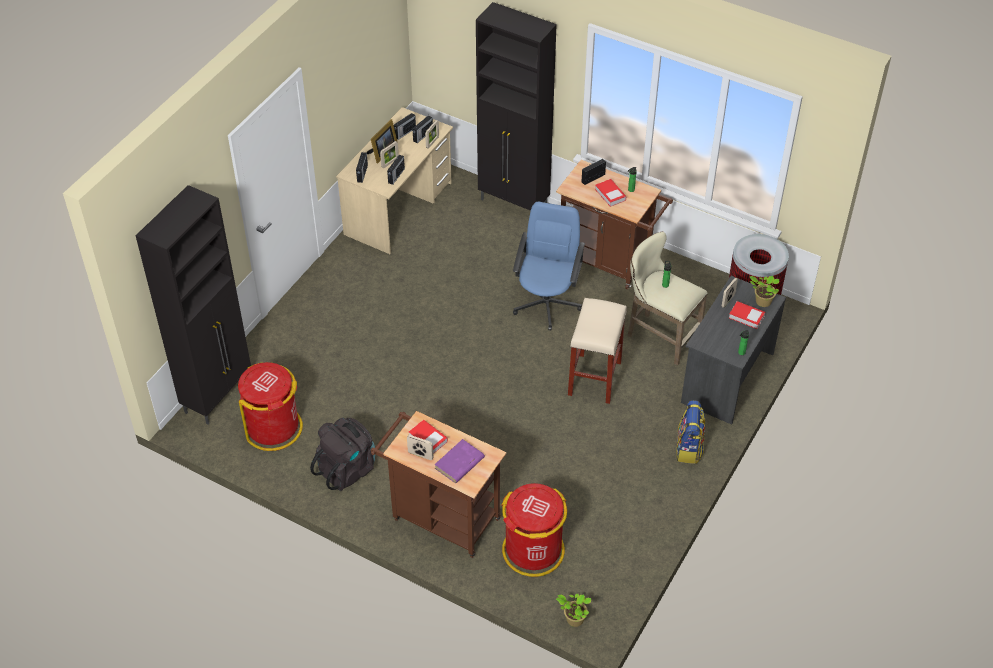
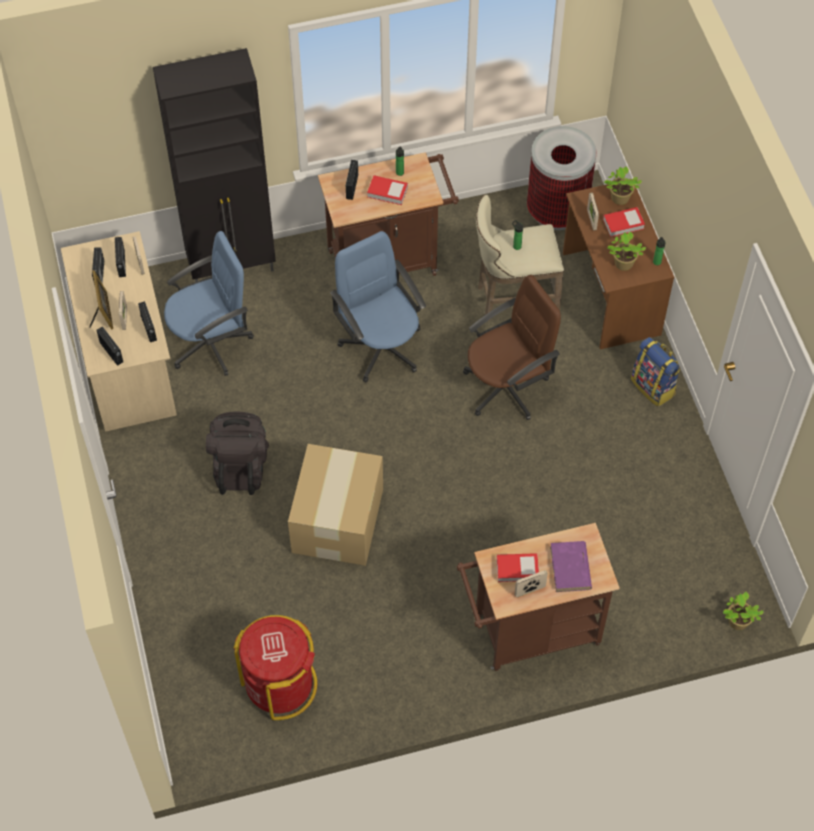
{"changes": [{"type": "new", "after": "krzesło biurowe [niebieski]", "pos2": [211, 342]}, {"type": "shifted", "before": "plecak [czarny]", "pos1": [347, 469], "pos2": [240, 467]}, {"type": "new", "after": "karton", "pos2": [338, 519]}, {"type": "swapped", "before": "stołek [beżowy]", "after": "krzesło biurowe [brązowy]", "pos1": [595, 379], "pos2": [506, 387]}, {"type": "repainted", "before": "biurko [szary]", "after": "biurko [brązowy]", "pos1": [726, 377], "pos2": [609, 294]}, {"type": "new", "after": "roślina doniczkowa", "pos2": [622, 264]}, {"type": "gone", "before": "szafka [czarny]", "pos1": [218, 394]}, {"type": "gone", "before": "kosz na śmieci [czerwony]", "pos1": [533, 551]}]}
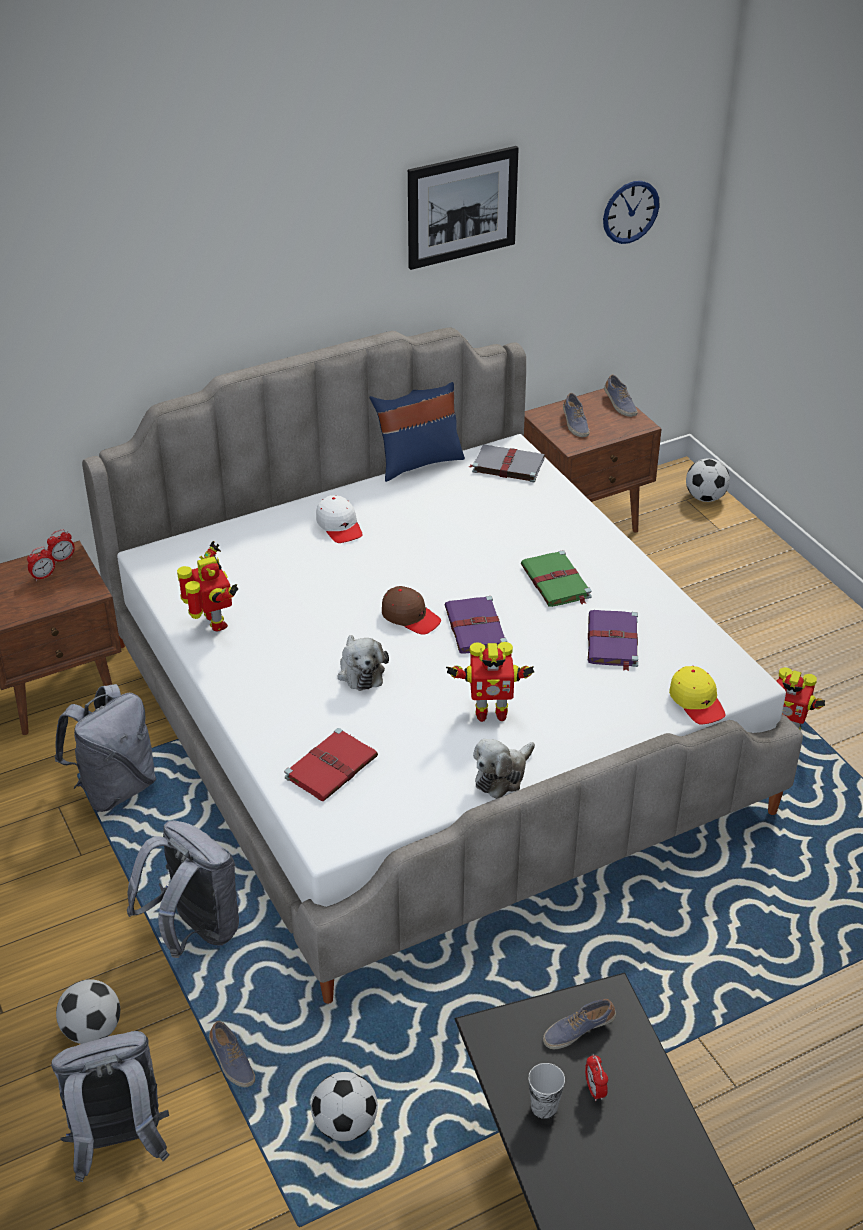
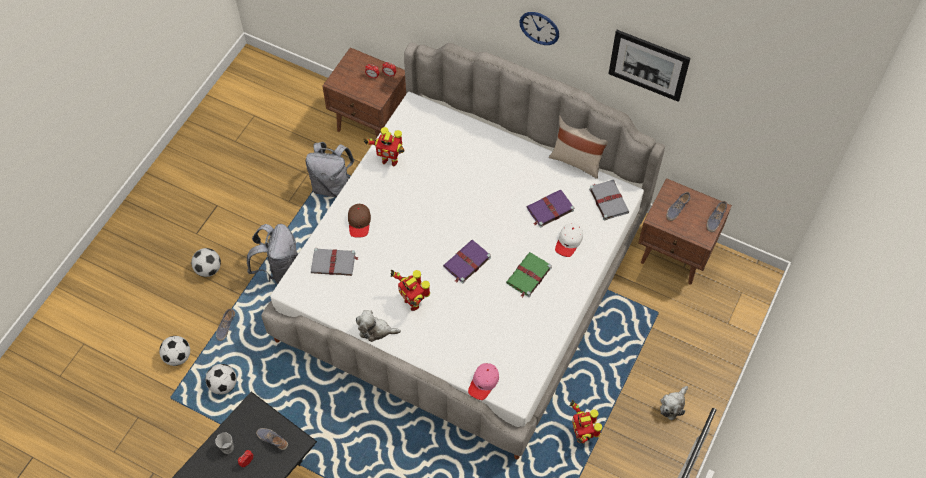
{"changes": [{"type": "shifted", "before": "piłka futbolowa", "pos1": [705, 497], "pos2": [178, 357]}, {"type": "repainted", "before": "książka [czerwony]", "after": "książka [szary]", "pos1": [332, 766], "pos2": [334, 263]}, {"type": "shifted", "before": "czapka z daszkiem [brązowy]", "pos1": [410, 617], "pos2": [359, 222]}, {"type": "rotated", "before": "robot zabawkowy", "pos1": [213, 623], "pos2": [389, 160], "turn": 75}, {"type": "repainted", "before": "czapka z daszkiem [żółty]", "after": "czapka z daszkiem [różowy]", "pos1": [697, 702], "pos2": [483, 383]}, {"type": "shifted", "before": "zegar ścienny", "pos1": [630, 212], "pos2": [539, 28]}, {"type": "shifted", "before": "książka [fioletowy]", "pos1": [612, 642], "pos2": [549, 209]}, {"type": "repainted", "before": "poduszka [niebieski]", "after": "poduszka [beżowy]", "pos1": [418, 462], "pos2": [577, 161]}, {"type": "shifted", "before": "czapka z daszkiem [biały]", "pos1": [339, 526], "pos2": [569, 242]}, {"type": "shifted", "before": "pluszak", "pos1": [360, 671], "pos2": [673, 405]}, {"type": "gone", "before": "plecak [szary]", "pos1": [119, 1144]}]}
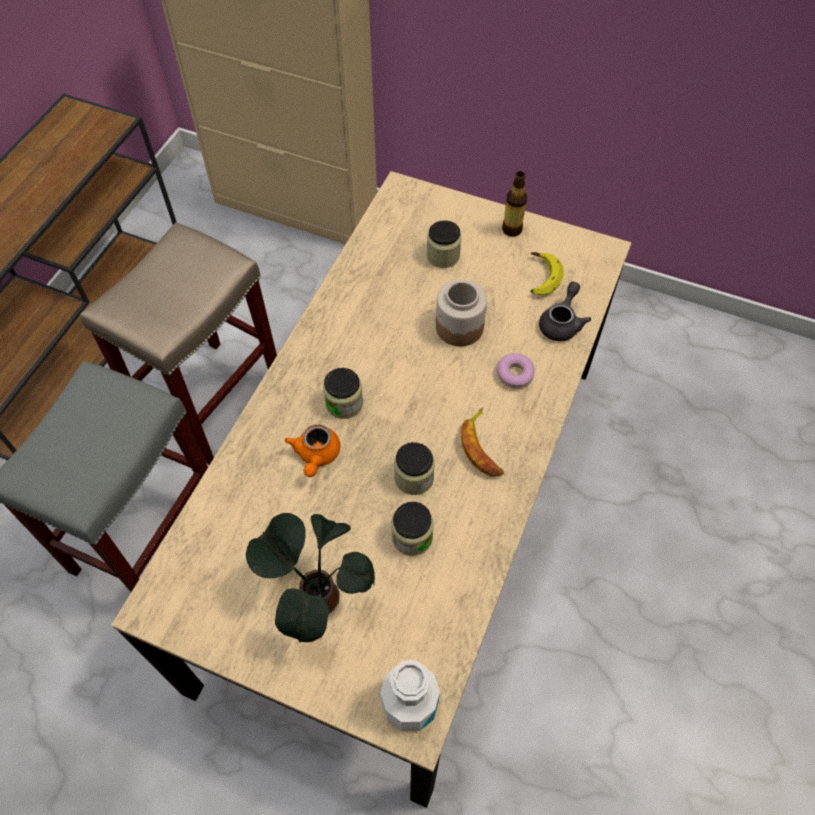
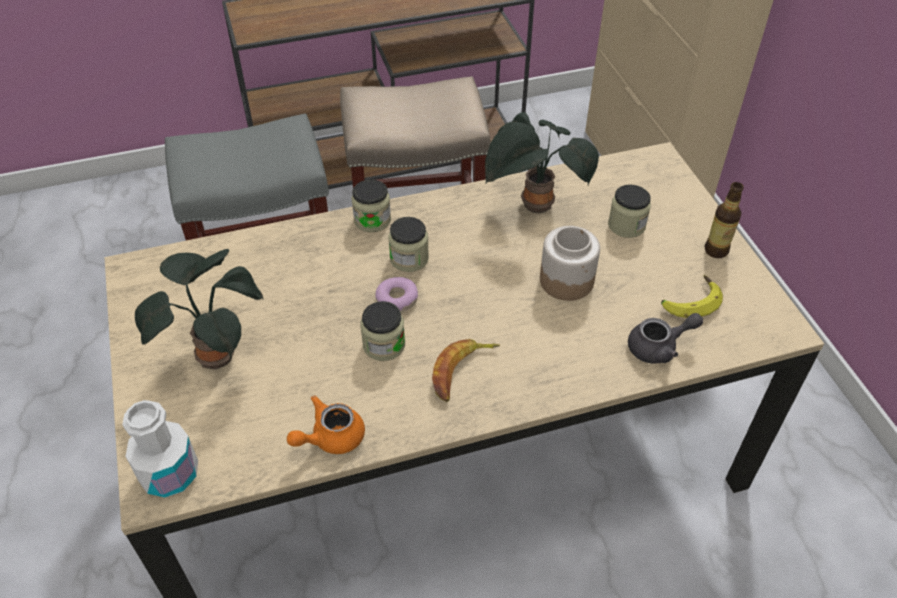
{"changes": [{"type": "shifted", "before": "imbryk [pomarańczowy]", "pos1": [316, 456], "pos2": [330, 438]}, {"type": "shifted", "before": "słoik", "pos1": [412, 537], "pos2": [372, 220]}, {"type": "shifted", "before": "donut", "pos1": [515, 374], "pos2": [397, 299]}, {"type": "new", "after": "roślina doniczkowa", "pos2": [533, 207]}]}
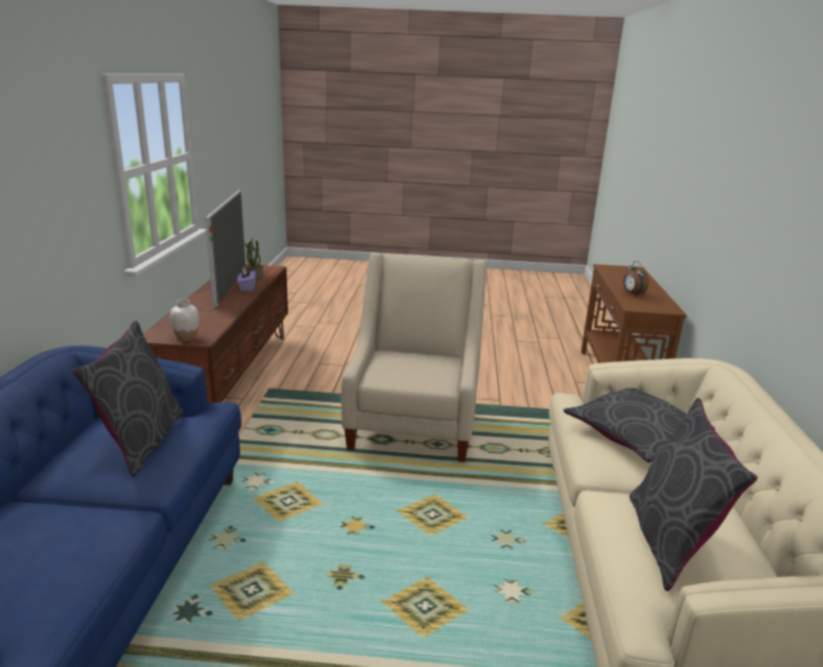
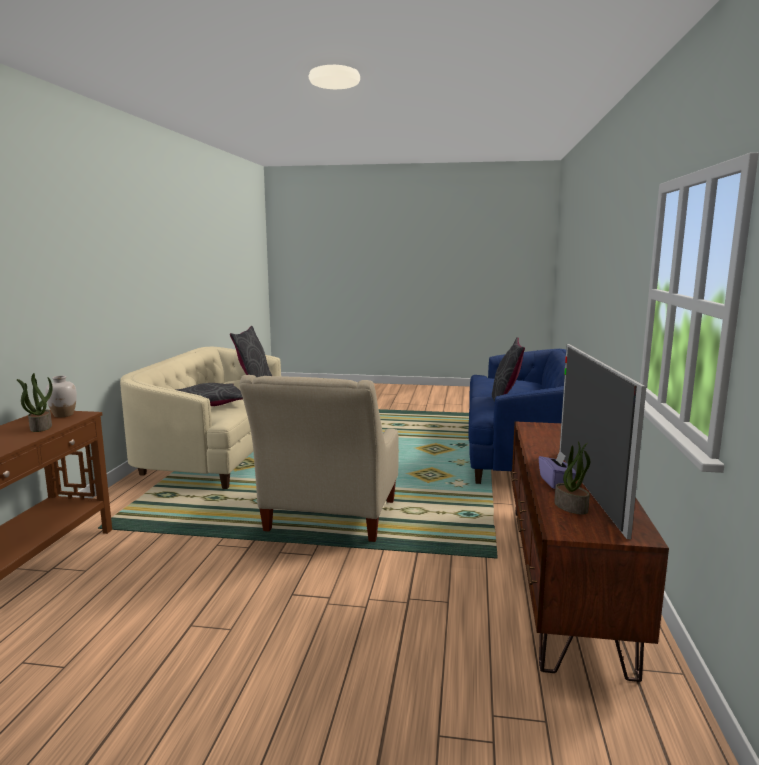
{"changes": [{"type": "swapped", "before": "budzik", "after": "roślina doniczkowa", "pos1": [632, 294], "pos2": [40, 427]}, {"type": "shifted", "before": "wazon [biały]", "pos1": [186, 338], "pos2": [63, 415]}]}
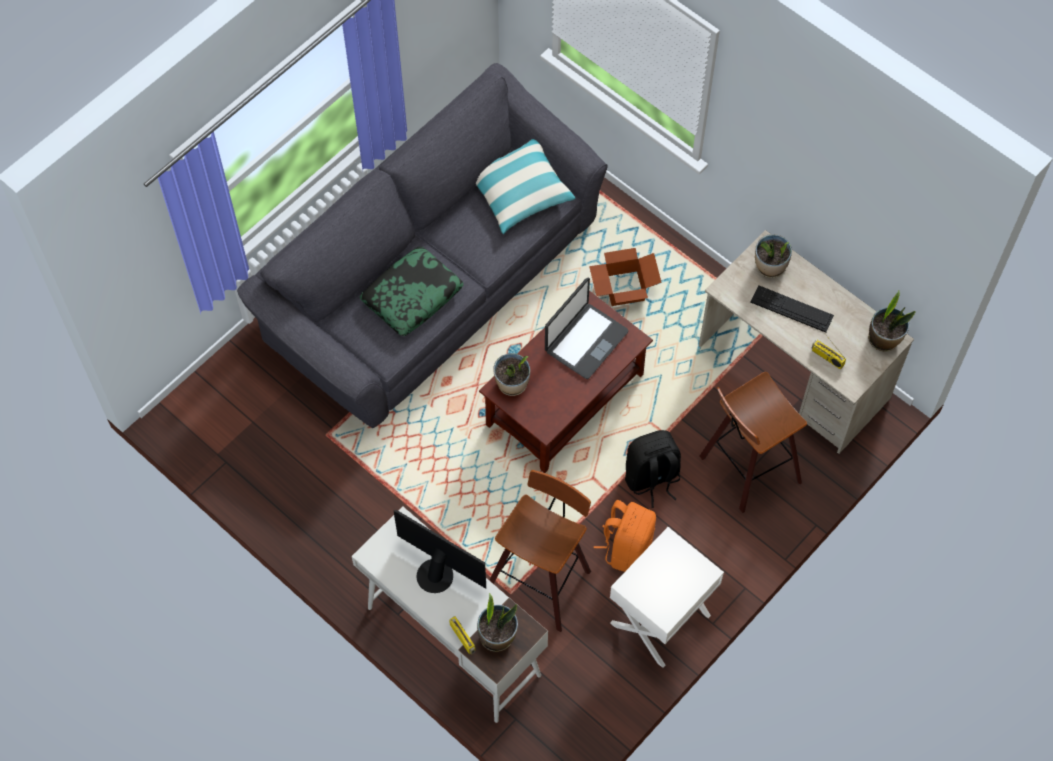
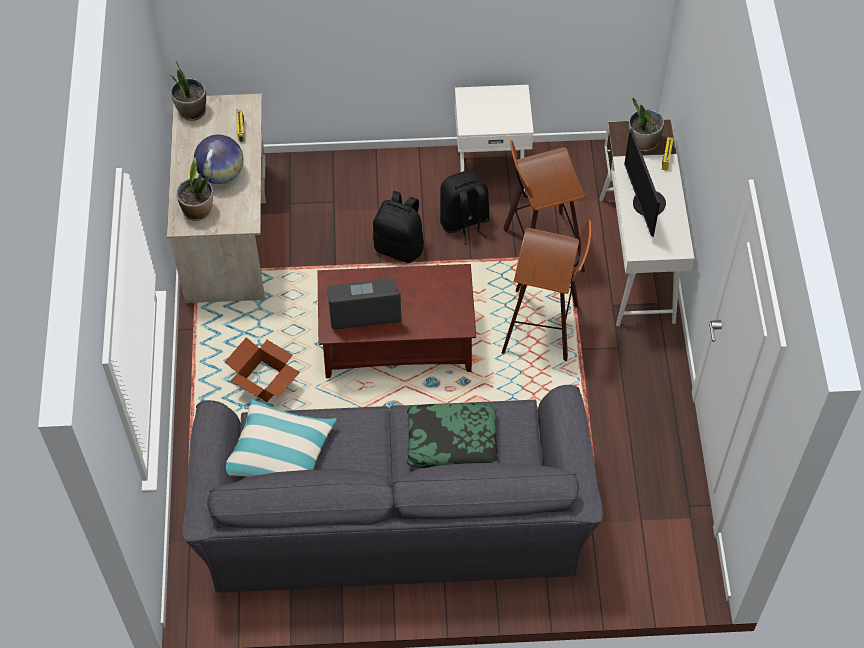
{"changes": [{"type": "swapped", "before": "klawiatura", "after": "globus", "pos1": [792, 308], "pos2": [221, 174]}, {"type": "repainted", "before": "plecak [pomarańczowy]", "after": "plecak [czarny]", "pos1": [626, 547], "pos2": [464, 222]}, {"type": "shifted", "before": "stołek", "pos1": [746, 469], "pos2": [543, 326]}, {"type": "gone", "before": "roślina doniczkowa", "pos1": [512, 384]}]}
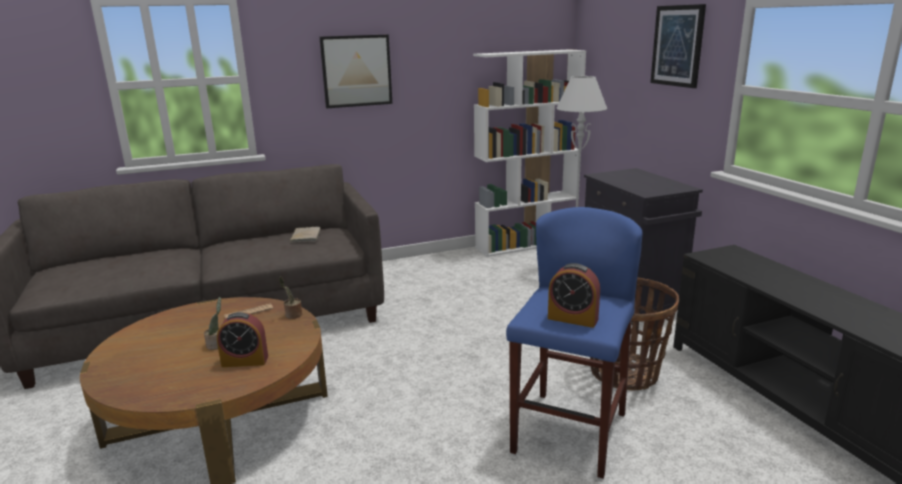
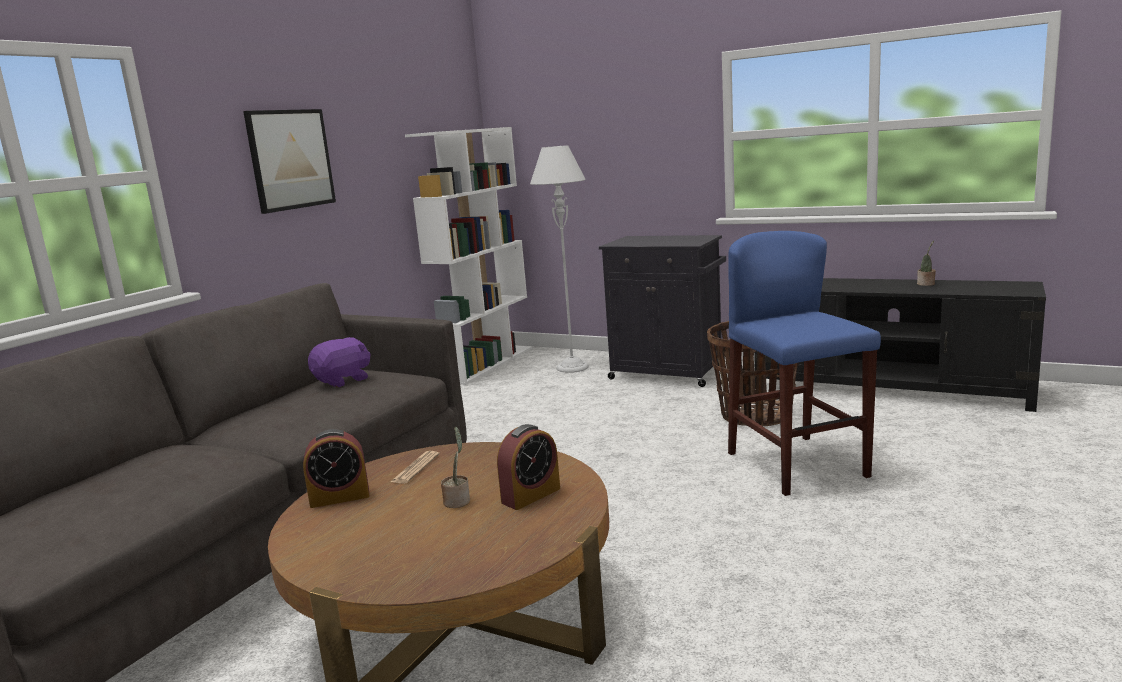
{"changes": [{"type": "shifted", "before": "budzik", "pos1": [572, 319], "pos2": [340, 497]}, {"type": "swapped", "before": "książka [beżowy]", "after": "pluszak [fioletowy]", "pos1": [306, 236], "pos2": [343, 380]}, {"type": "shifted", "before": "roślina doniczkowa", "pos1": [292, 315], "pos2": [926, 284]}, {"type": "gone", "before": "obraz", "pos1": [677, 46]}]}
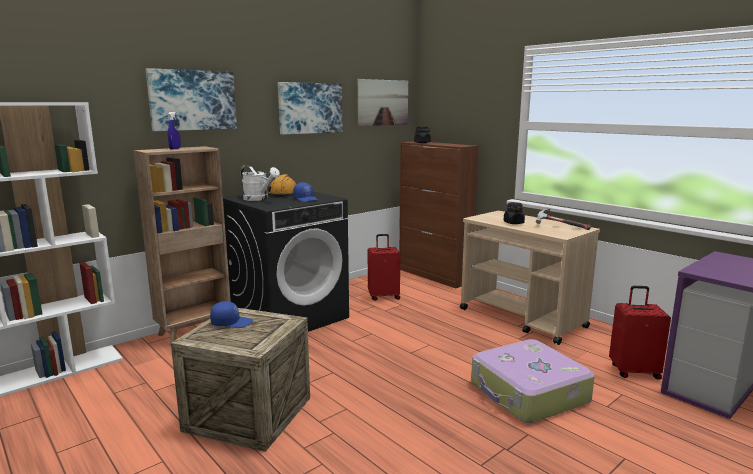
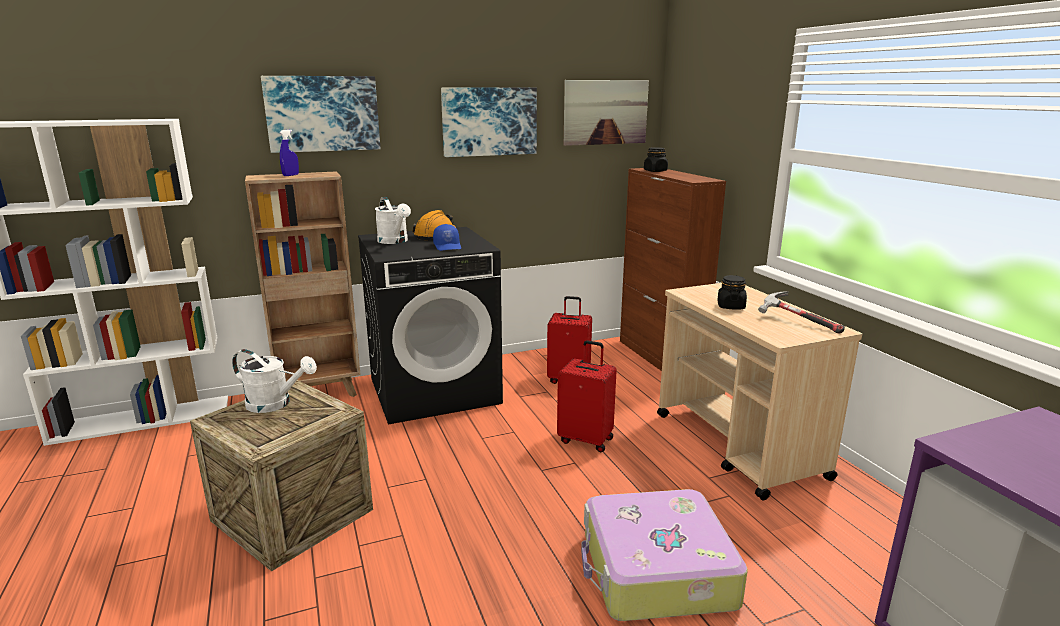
{"changes": [{"type": "swapped", "before": "czapka z daszkiem [niebieski]", "after": "konewka [biały]", "pos1": [232, 323], "pos2": [275, 404]}, {"type": "shifted", "before": "walizka [czerwony]", "pos1": [634, 371], "pos2": [586, 439]}]}
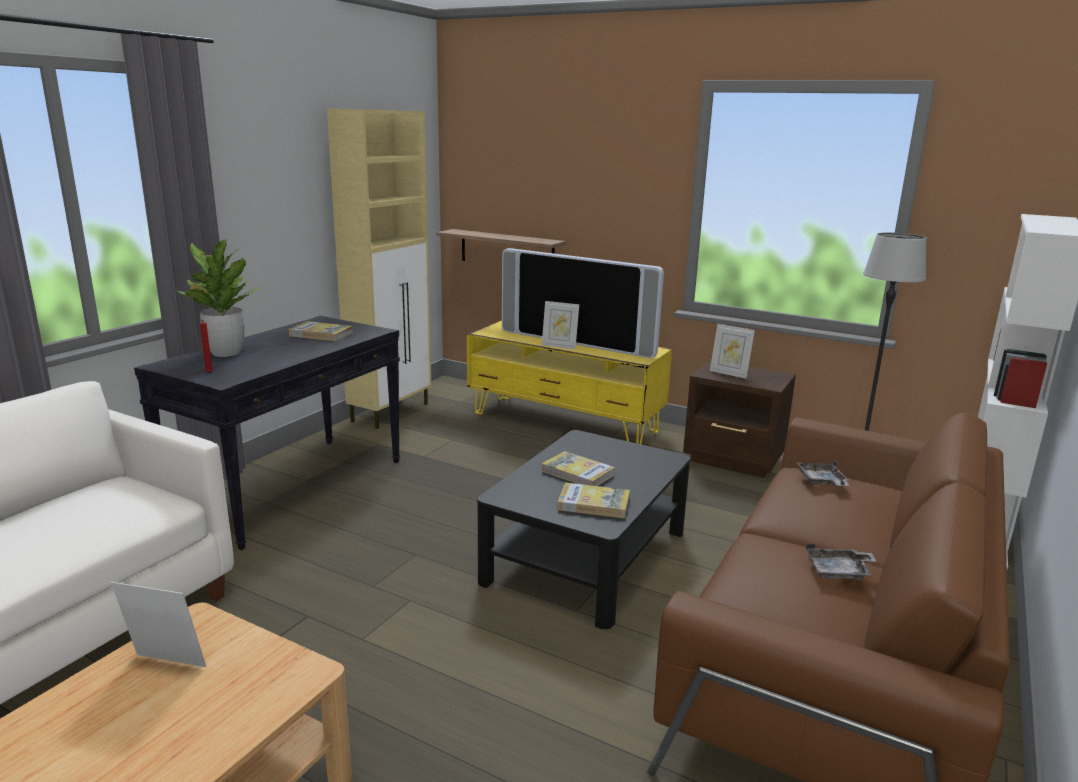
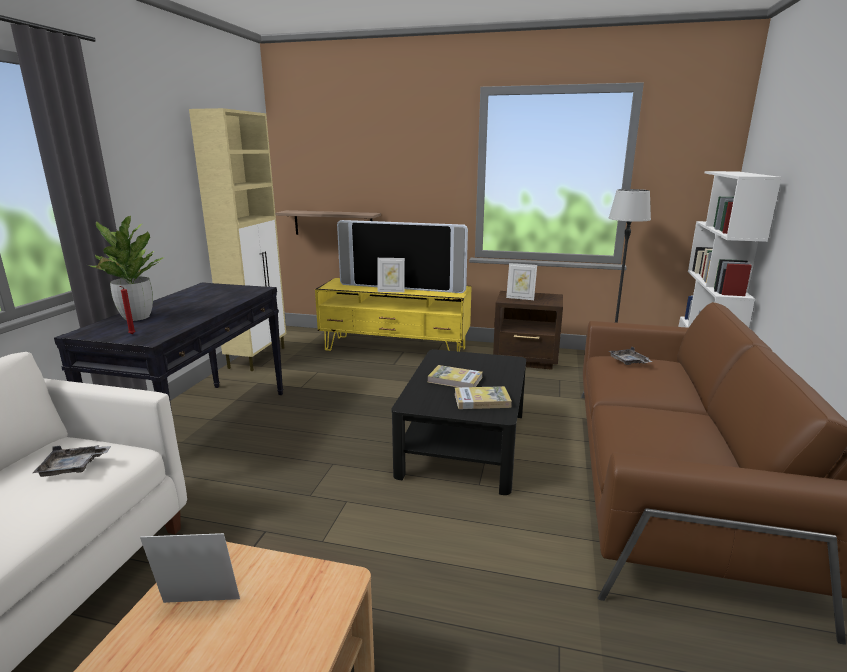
{"changes": [{"type": "shifted", "before": "taca [szary]", "pos1": [838, 572], "pos2": [73, 467]}, {"type": "gone", "before": "książka", "pos1": [321, 334]}]}
